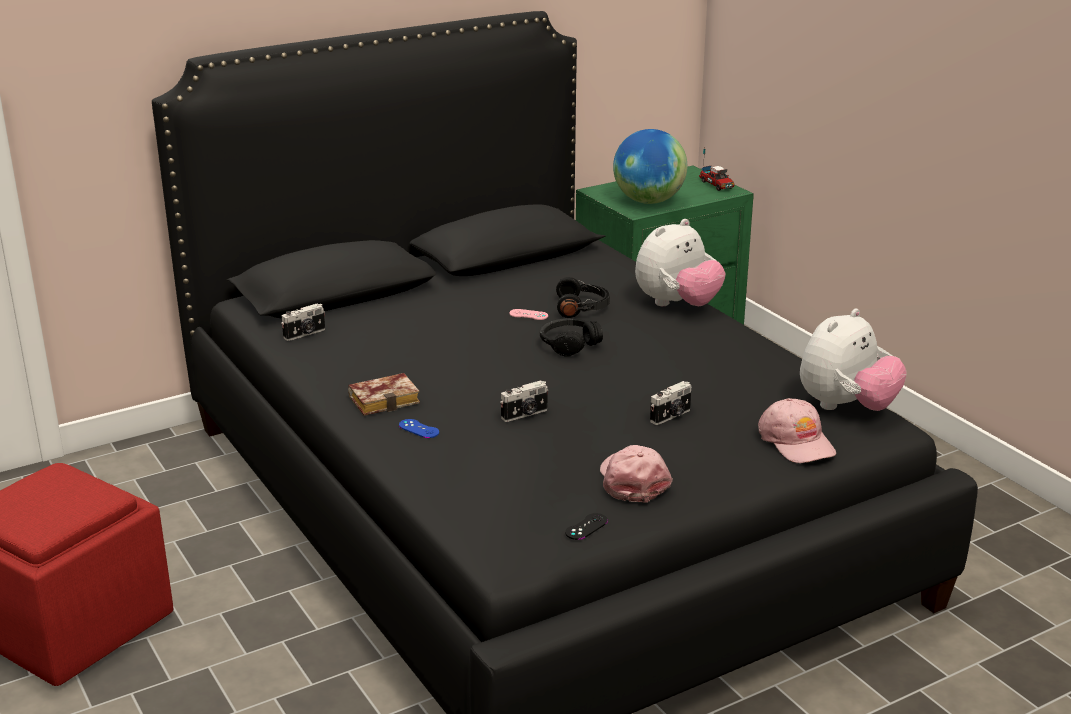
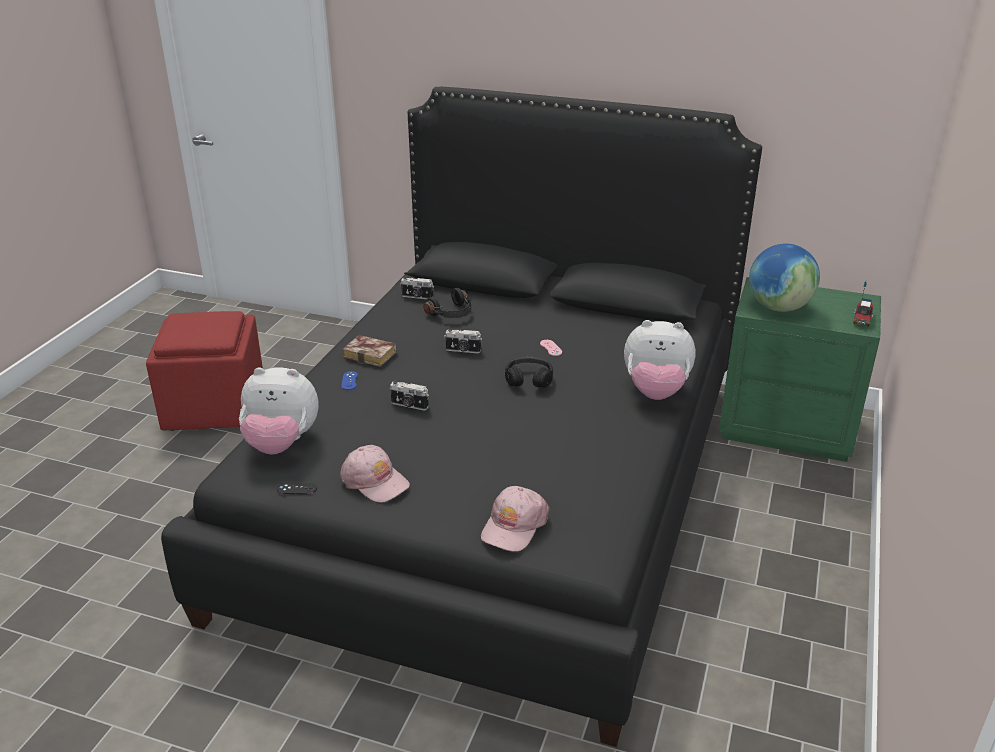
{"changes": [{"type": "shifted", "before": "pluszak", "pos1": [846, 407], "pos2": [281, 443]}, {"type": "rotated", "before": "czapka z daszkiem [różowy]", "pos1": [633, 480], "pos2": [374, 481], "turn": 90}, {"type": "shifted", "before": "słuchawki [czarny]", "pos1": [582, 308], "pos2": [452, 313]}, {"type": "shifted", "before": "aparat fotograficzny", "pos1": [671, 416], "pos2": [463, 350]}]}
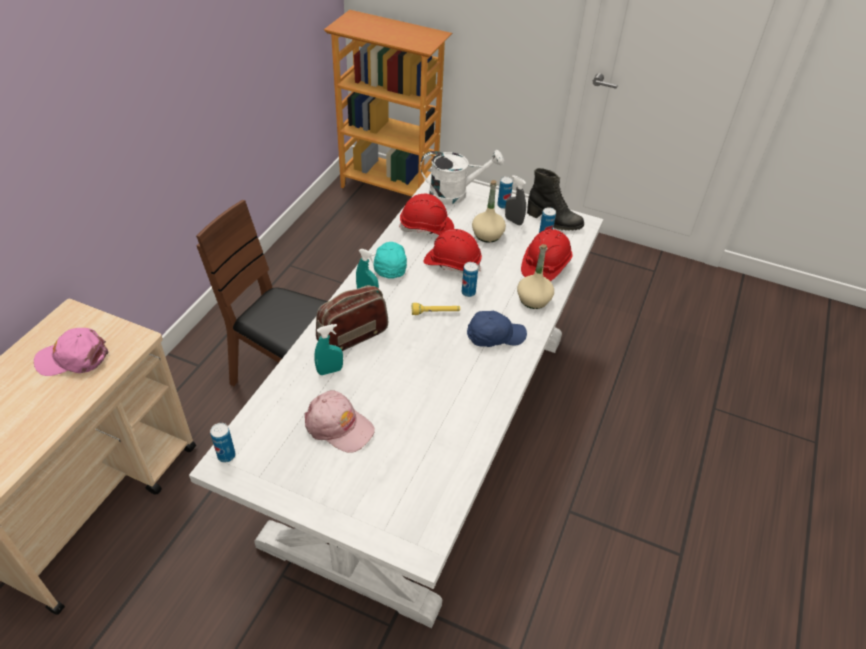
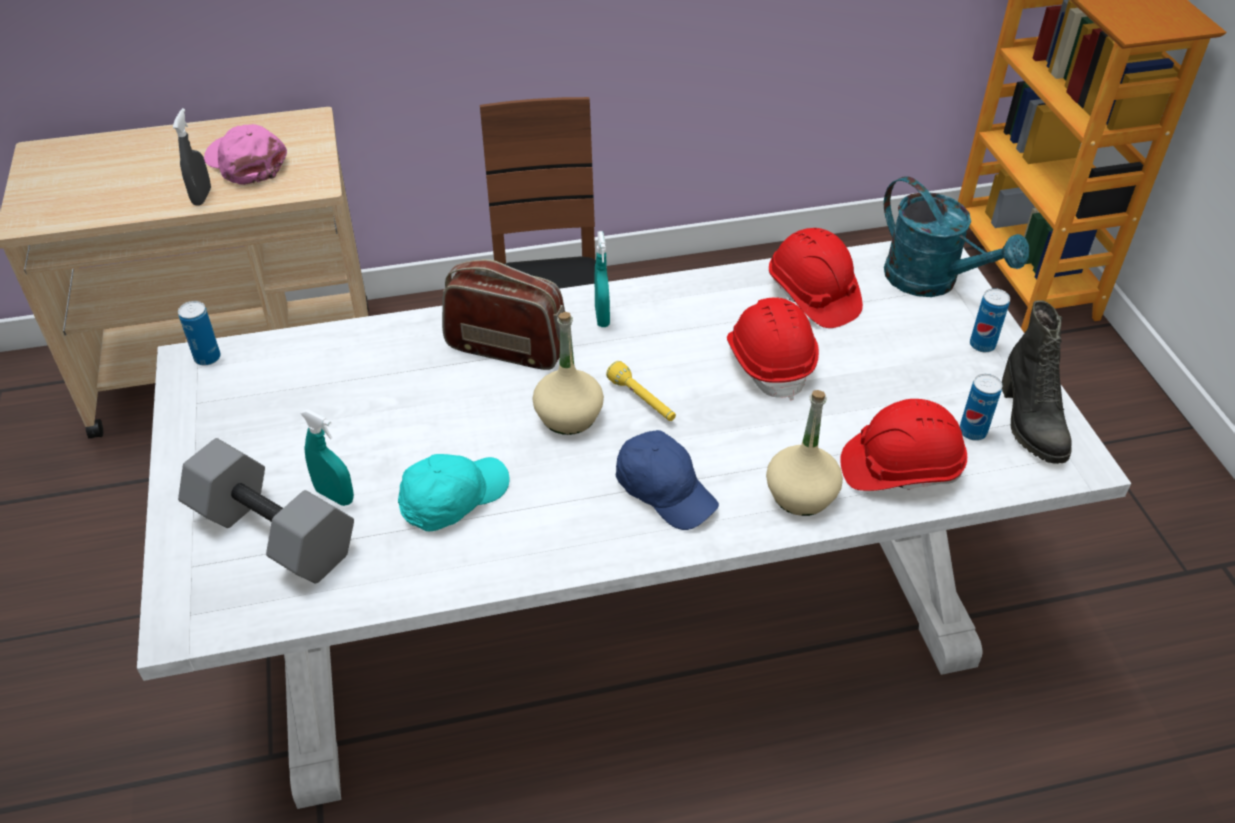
{"changes": [{"type": "shifted", "before": "spryskiwacz [szary]", "pos1": [513, 221], "pos2": [202, 196]}, {"type": "new", "after": "hantel [szary]", "pos2": [270, 534]}, {"type": "shifted", "before": "spryskiwacz [turkusowy]", "pos1": [330, 371], "pos2": [335, 495]}, {"type": "shifted", "before": "czapka z daszkiem [turkusowy]", "pos1": [390, 264], "pos2": [452, 499]}, {"type": "shifted", "before": "butelka [beżowy]", "pos1": [487, 235], "pos2": [568, 416]}, {"type": "repainted", "before": "konewka [biały]", "after": "konewka [turkusowy]", "pos1": [455, 194], "pos2": [932, 282]}, {"type": "gone", "before": "czapka z daszkiem [różowy]", "pos1": [339, 426]}, {"type": "gone", "before": "puszka", "pos1": [468, 292]}]}
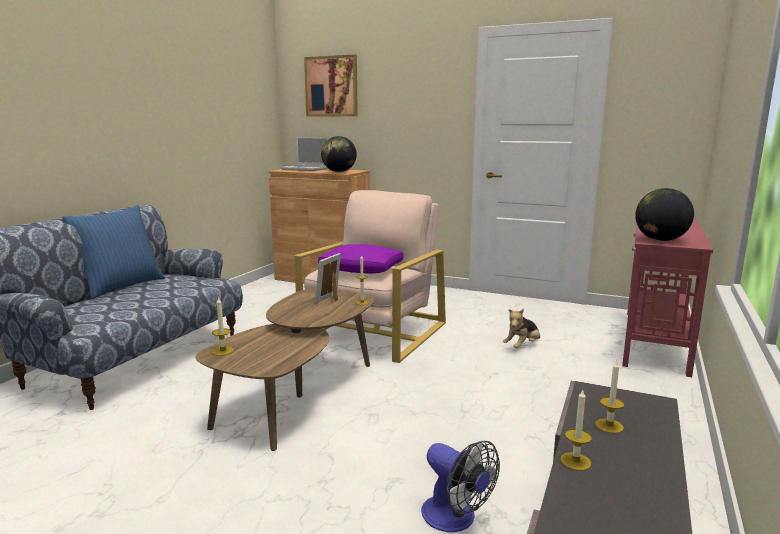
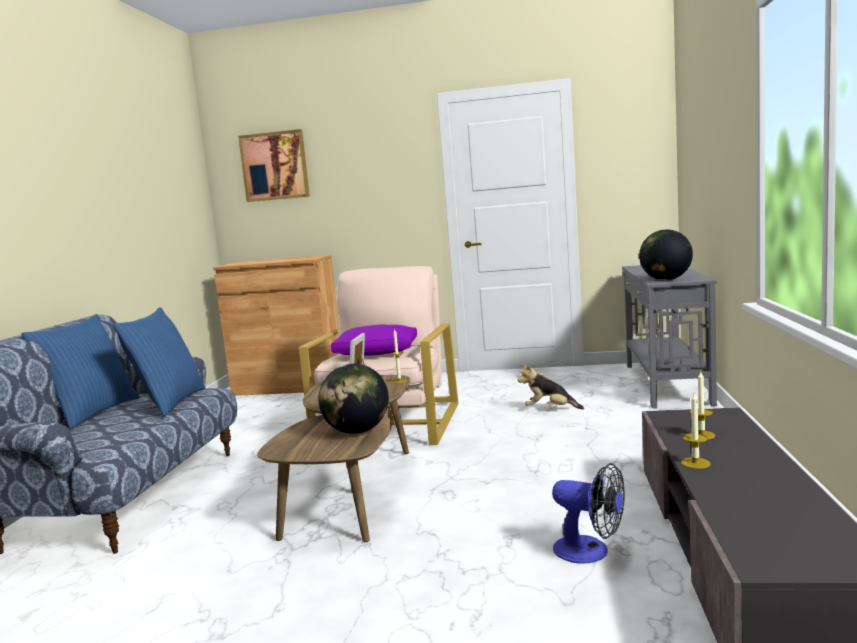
{"changes": [{"type": "new", "after": "poduszka [niebieski]", "pos2": [169, 403]}, {"type": "shifted", "before": "globus", "pos1": [339, 172], "pos2": [357, 431]}, {"type": "rotated", "before": "pluszak", "pos1": [522, 346], "pos2": [549, 409], "turn": 75}, {"type": "repainted", "before": "stolik konsolowy [czerwony]", "after": "stolik konsolowy [szary]", "pos1": [654, 340], "pos2": [666, 384]}, {"type": "gone", "before": "świeca", "pos1": [223, 351]}, {"type": "gone", "before": "laptop", "pos1": [306, 169]}]}
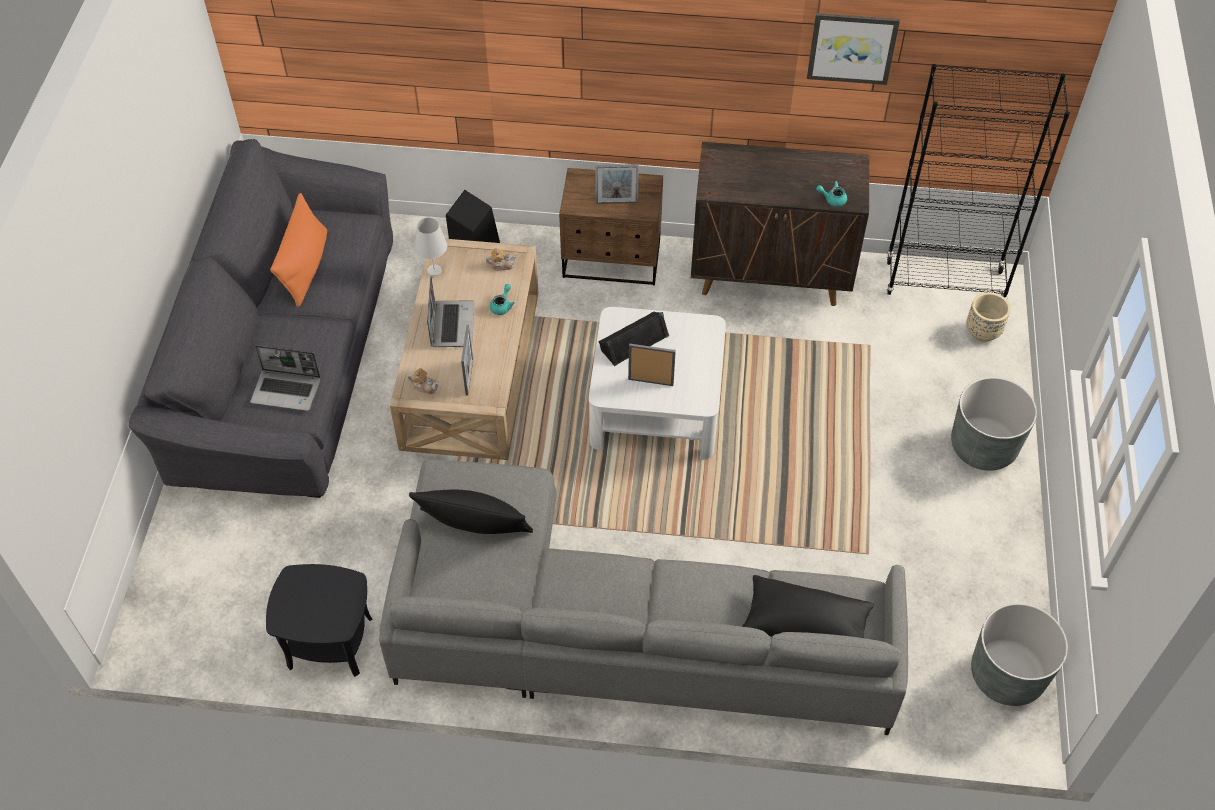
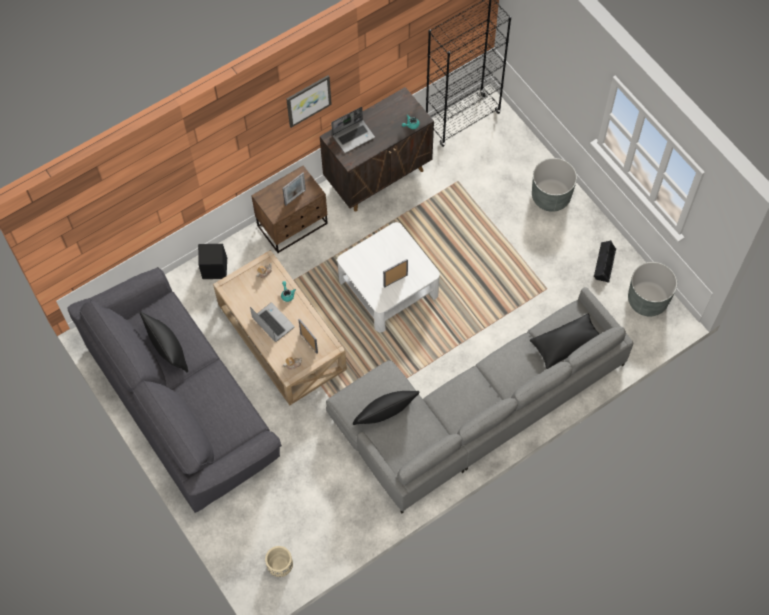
{"changes": [{"type": "repainted", "before": "poduszka [pomarańczowy]", "after": "poduszka [czarny]", "pos1": [305, 267], "pos2": [167, 348]}, {"type": "shifted", "before": "donica [beżowy]", "pos1": [983, 331], "pos2": [280, 566]}, {"type": "shifted", "before": "obraz", "pos1": [852, 47], "pos2": [308, 100]}, {"type": "shifted", "before": "laptop", "pos1": [287, 390], "pos2": [353, 136]}, {"type": "shifted", "before": "głośnik [czarny]", "pos1": [633, 341], "pos2": [603, 263]}, {"type": "gone", "before": "stolik [czarny]", "pos1": [329, 642]}, {"type": "gone", "before": "lampa stołowa [biały]", "pos1": [434, 270]}]}
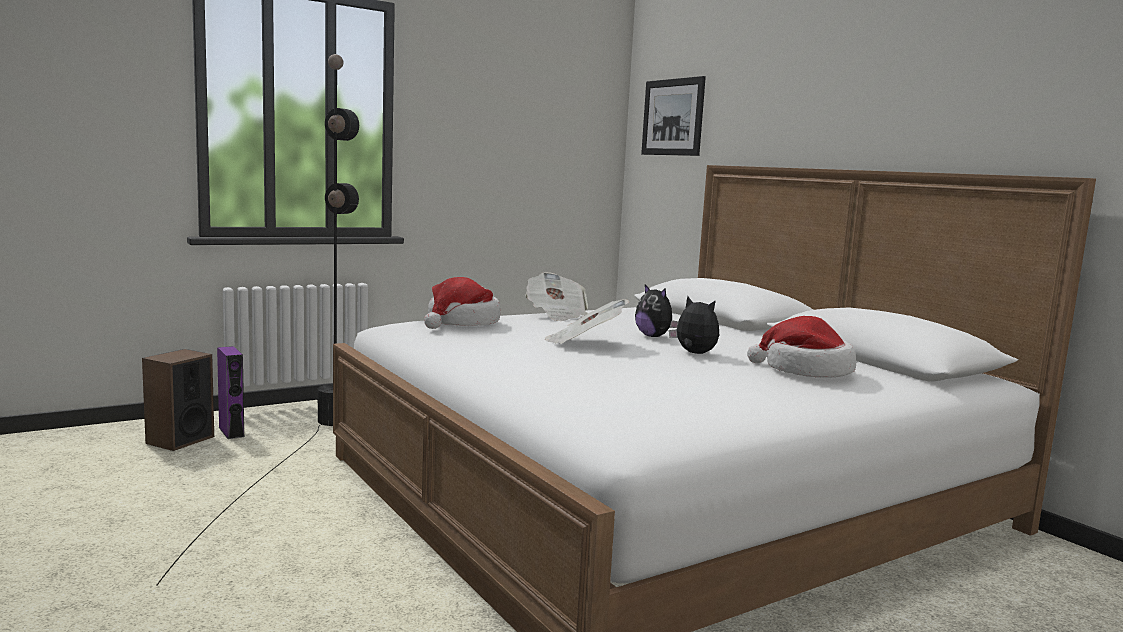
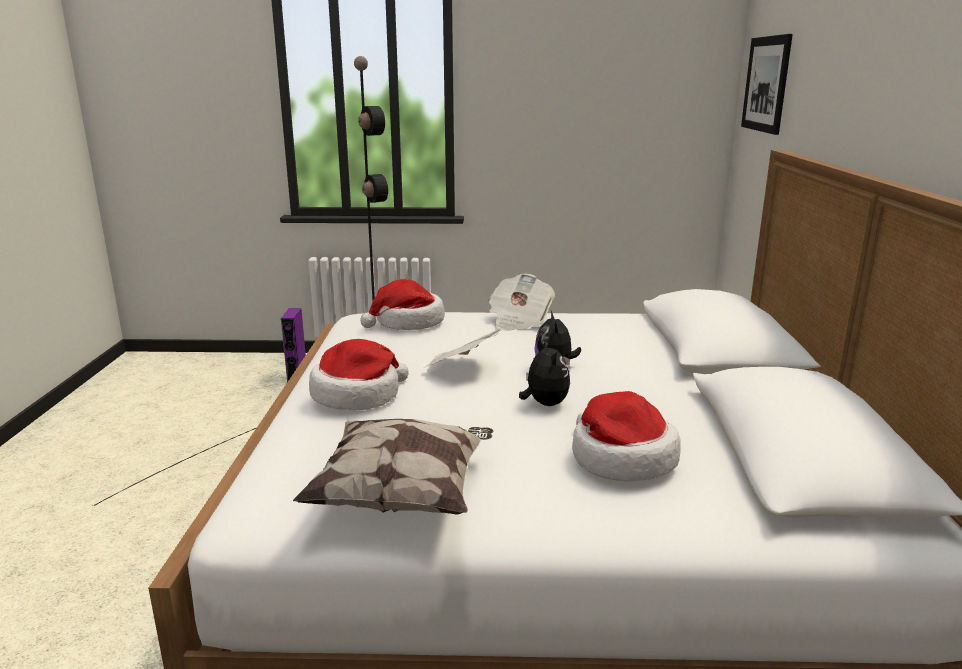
{"changes": [{"type": "new", "after": "poduszka", "pos2": [404, 495]}, {"type": "new", "after": "kapelusz", "pos2": [358, 395]}, {"type": "gone", "before": "głośnik", "pos1": [180, 440]}]}
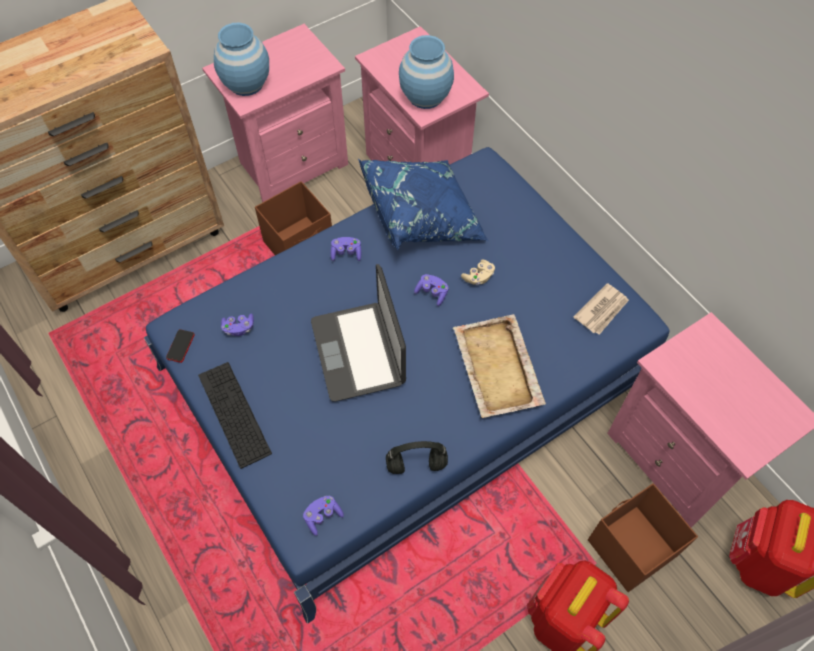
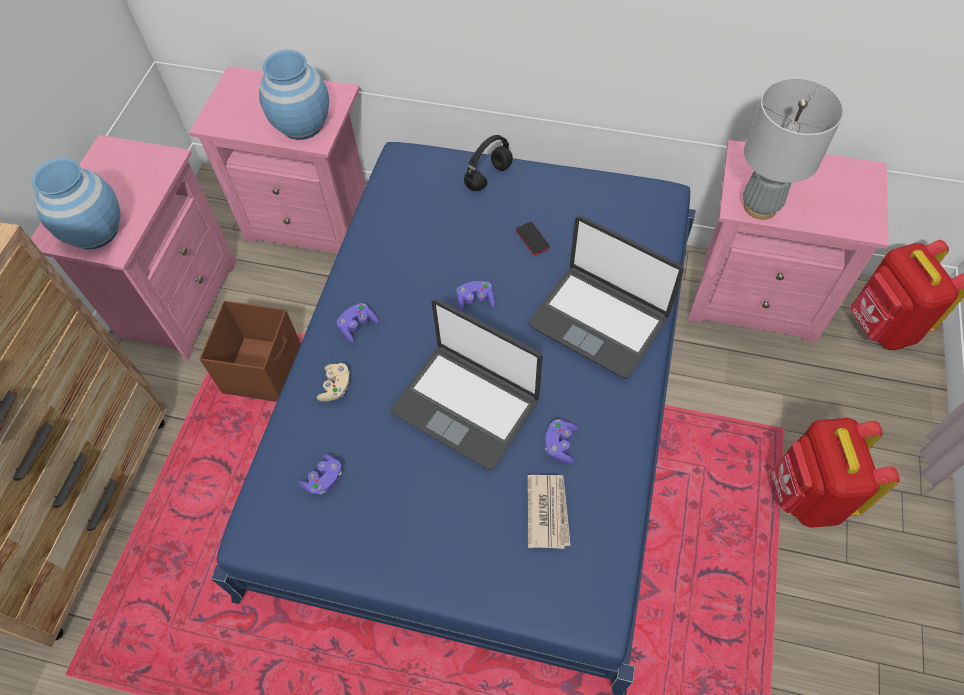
{"changes": [{"type": "shifted", "before": "pad do gier [beżowy]", "pos1": [478, 277], "pos2": [336, 387]}, {"type": "shifted", "before": "słuchawki [czarny]", "pos1": [415, 465], "pos2": [488, 177]}, {"type": "shifted", "before": "telefon", "pos1": [180, 346], "pos2": [532, 239]}, {"type": "shifted", "before": "gazeta", "pos1": [602, 310], "pos2": [548, 511]}, {"type": "swapped", "before": "taca [beżowy]", "after": "laptop", "pos1": [497, 368], "pos2": [599, 320]}, {"type": "shifted", "before": "pad do gier [fioletowy]", "pos1": [323, 516], "pos2": [560, 445]}, {"type": "new", "after": "lampa stołowa [szary]", "pos2": [760, 206]}, {"type": "gone", "before": "klawiatura", "pos1": [234, 413]}, {"type": "gone", "before": "poduszka [niebieski]", "pos1": [423, 217]}, {"type": "gone", "before": "pojemnik do przechowywania [brązowy]", "pos1": [630, 548]}]}
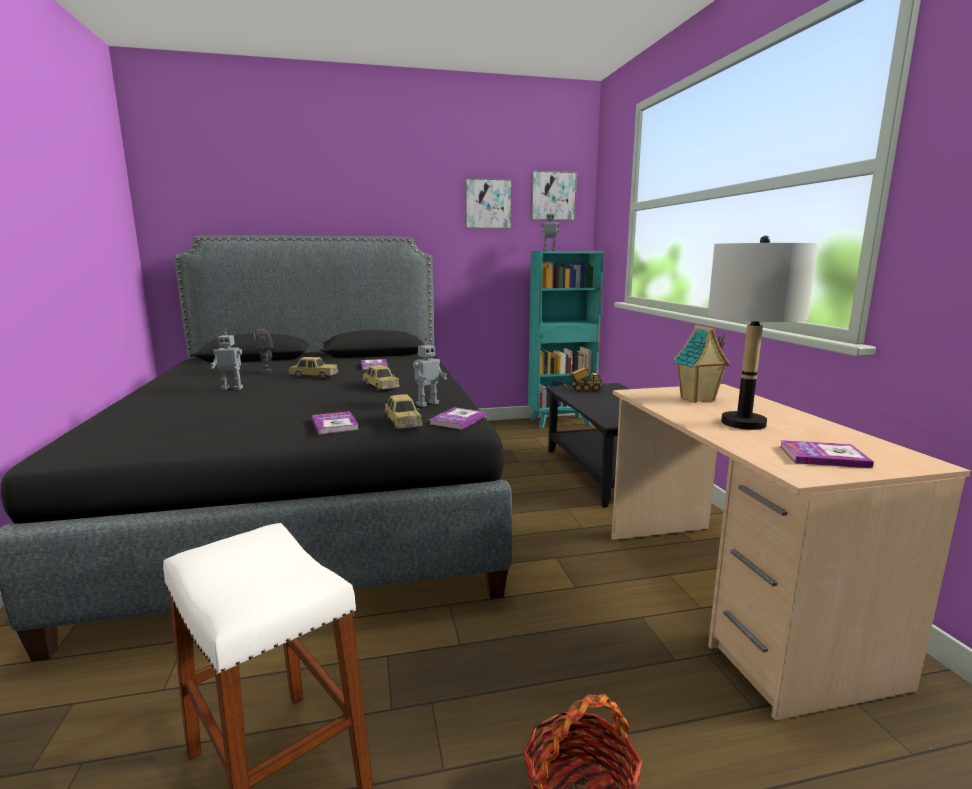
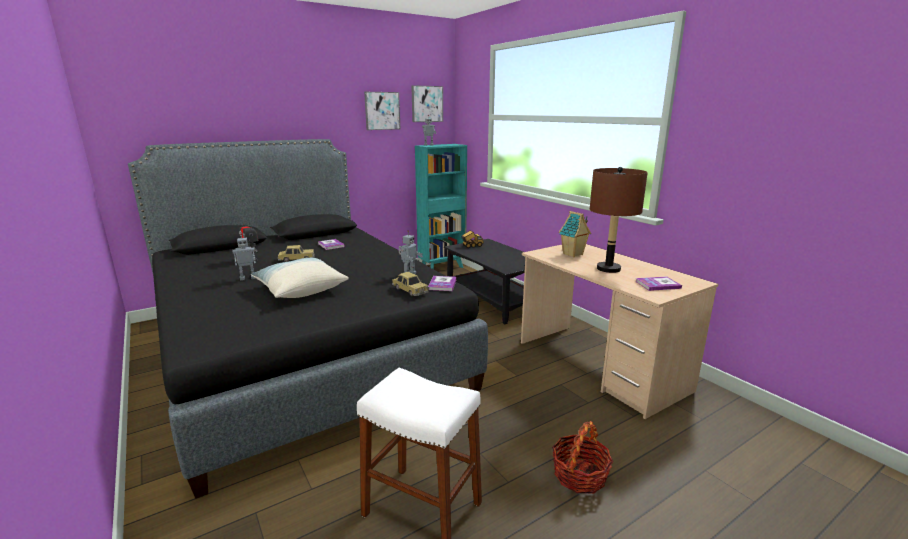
{"changes": [{"type": "new", "after": "poduszka", "pos2": [300, 290]}, {"type": "repainted", "before": "lampa stołowa [szary]", "after": "lampa stołowa [brązowy]", "pos1": [742, 423], "pos2": [608, 269]}, {"type": "gone", "before": "książka", "pos1": [334, 424]}, {"type": "gone", "before": "samochodzik", "pos1": [380, 386]}]}
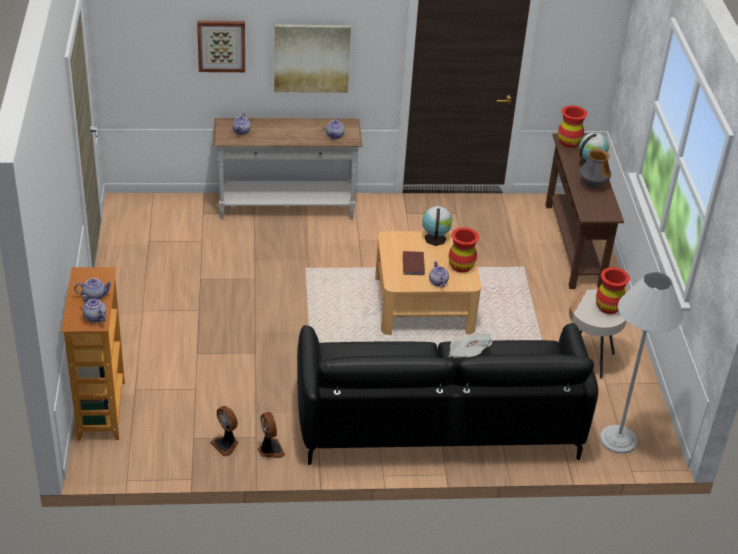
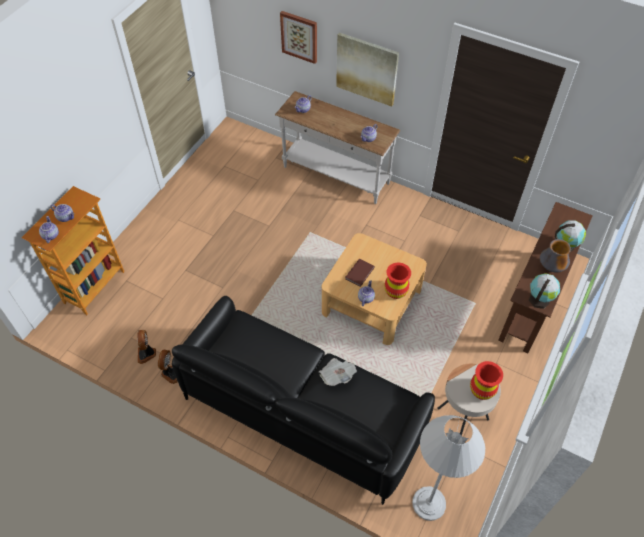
{"changes": [{"type": "shifted", "before": "globus", "pos1": [435, 238], "pos2": [539, 299]}, {"type": "gone", "before": "wazon [czerwony]", "pos1": [569, 142]}]}
